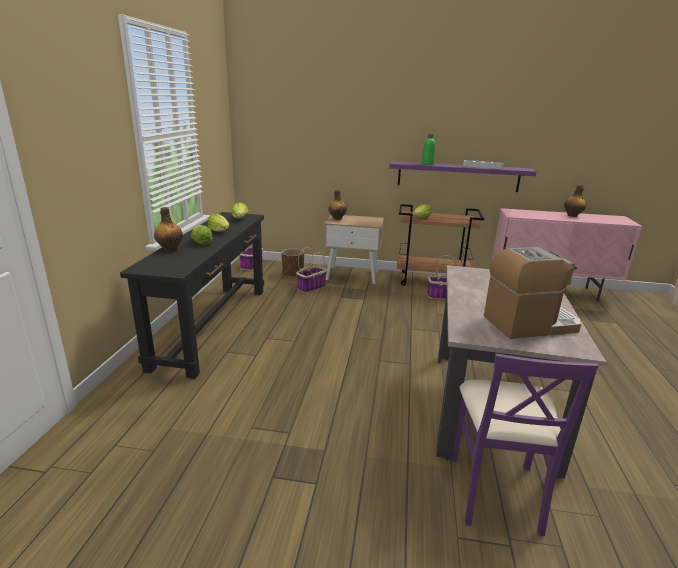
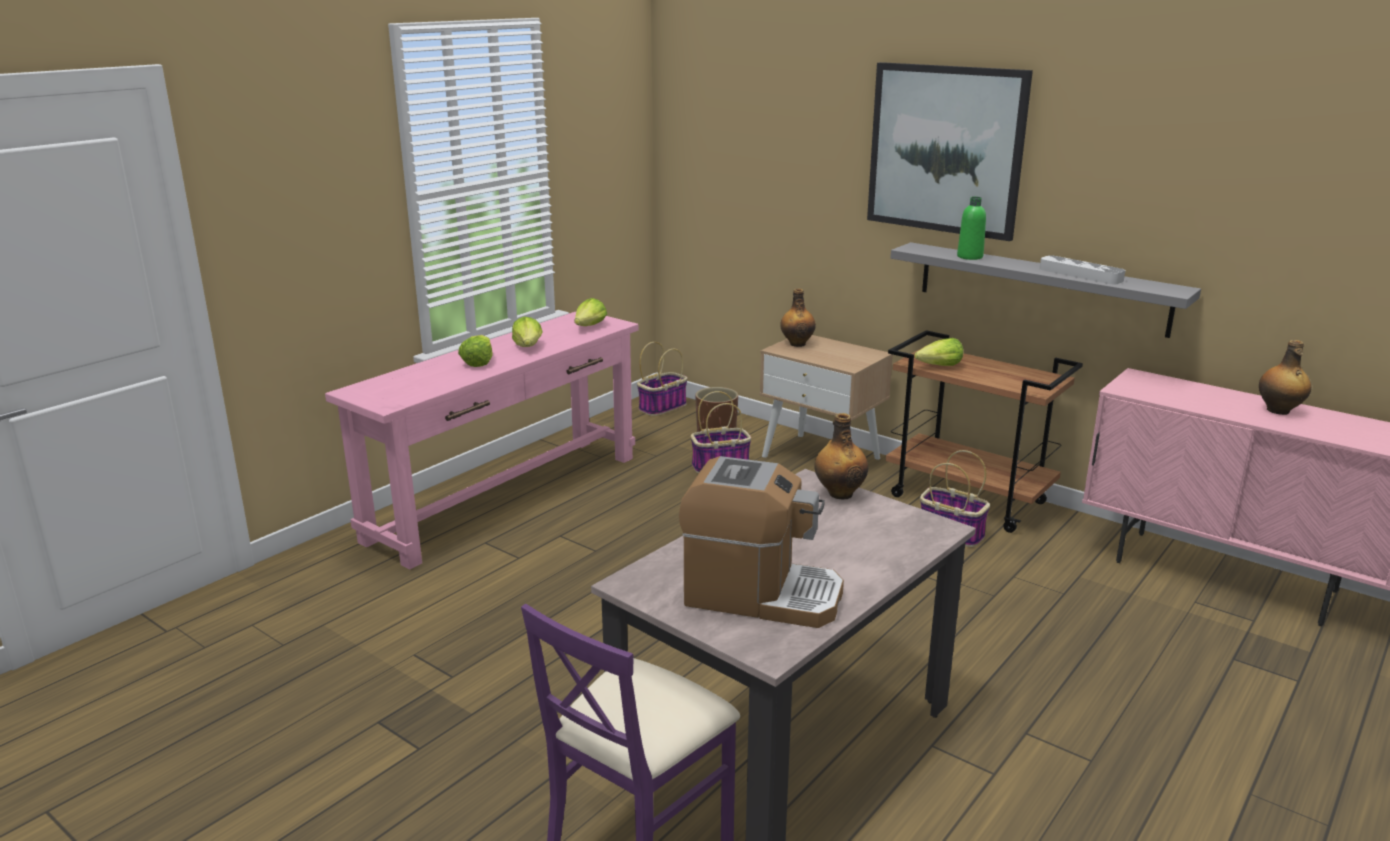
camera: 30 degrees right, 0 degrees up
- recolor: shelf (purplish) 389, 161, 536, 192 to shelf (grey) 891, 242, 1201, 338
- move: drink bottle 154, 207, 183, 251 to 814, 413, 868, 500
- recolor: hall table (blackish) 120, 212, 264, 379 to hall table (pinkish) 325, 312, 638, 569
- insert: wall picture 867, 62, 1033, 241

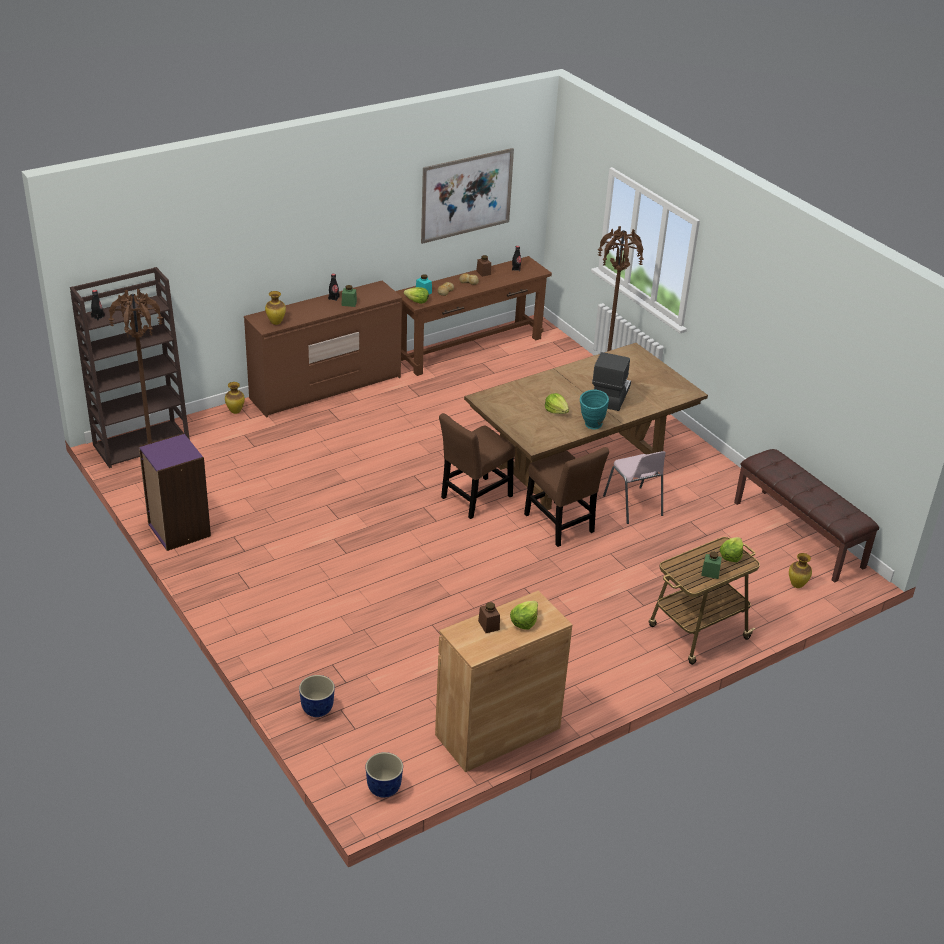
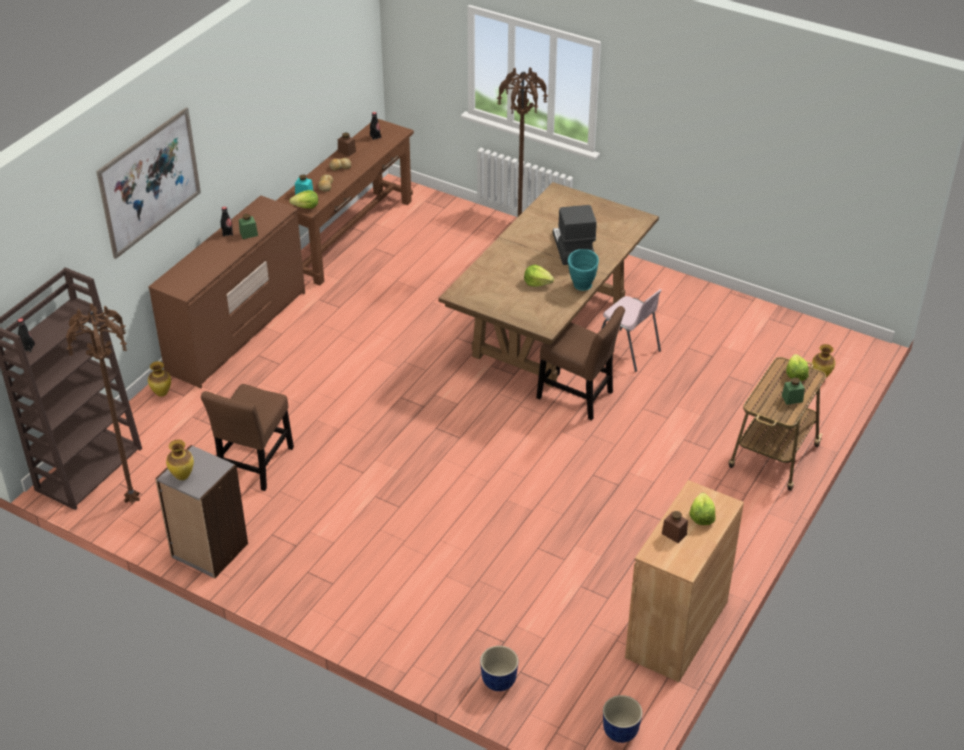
camera: 25 degrees left, 5 degrees up
- move: wall picture 421, 148, 514, 244 to 96, 107, 201, 259
- move: decorative vase 265, 291, 286, 325 to 166, 440, 194, 480
- move: chair (brownish) 439, 413, 515, 519 to 201, 384, 294, 491
- recolor: shelving unit (purplish) 139, 433, 211, 551 to shelving unit (grey) 155, 445, 248, 579
- delete: bench (brownish) 734, 449, 879, 583

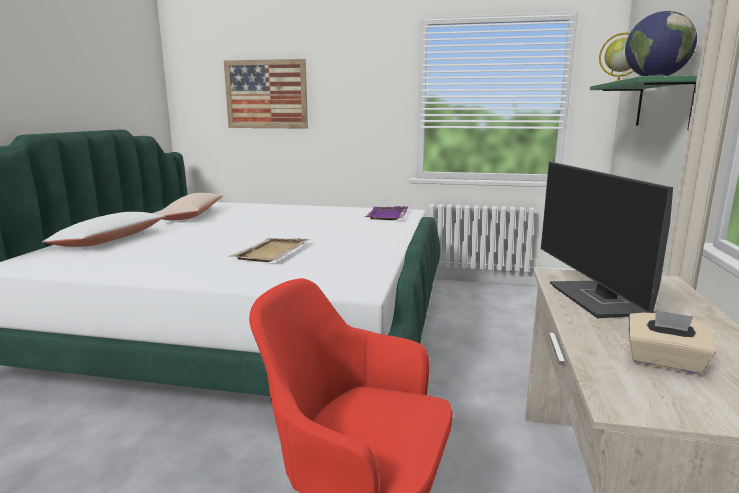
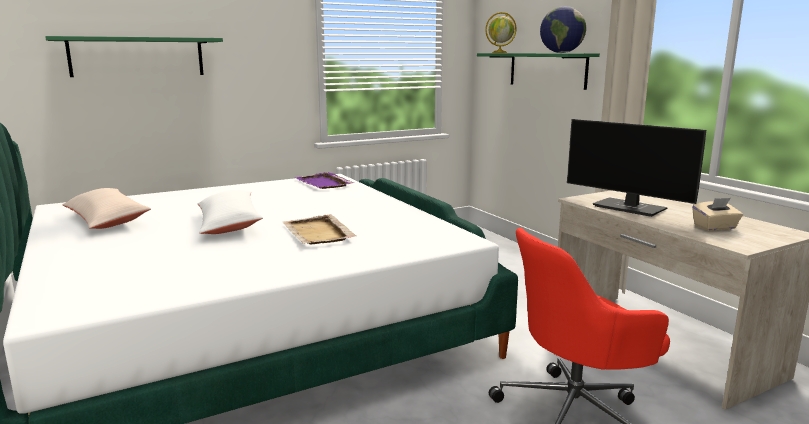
camera: 40 degrees left, 0 degrees up
- replace: wall picture 224, 59, 308, 129 to shelf (greenish) 45, 36, 223, 77
- move: throw pillow (white) 42, 212, 165, 247 to 198, 190, 263, 234

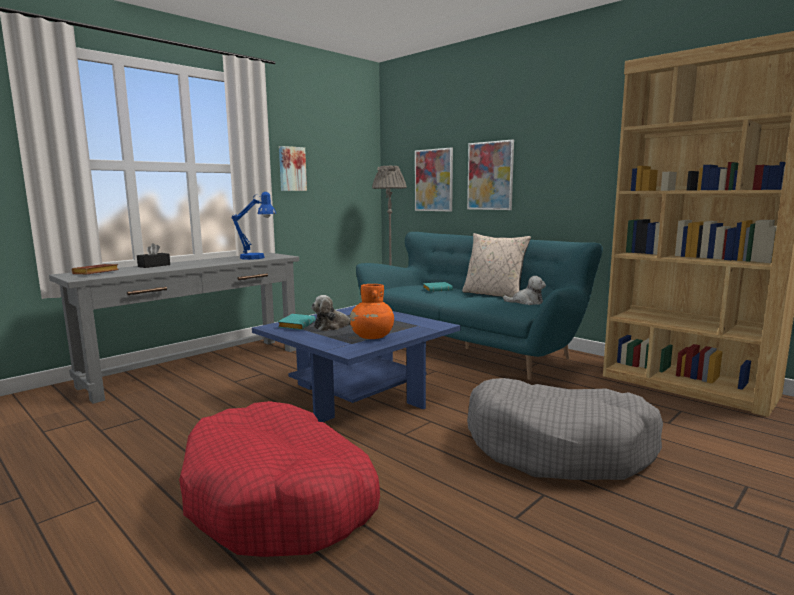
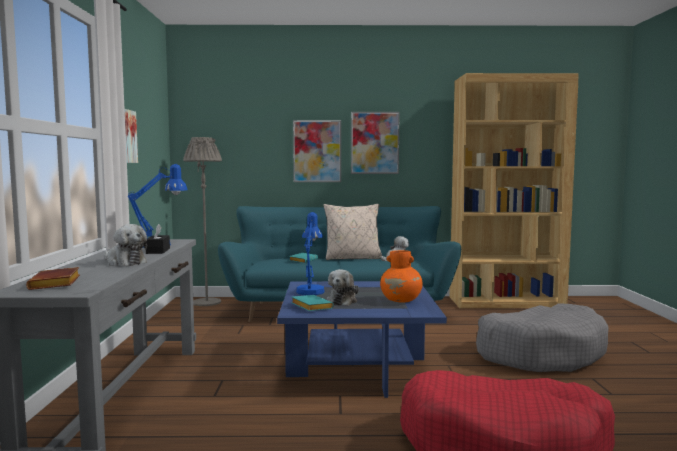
camera: 45 degrees left, 5 degrees down
- move: wall picture 415, 147, 453, 212 to 351, 112, 400, 174
- move: tissue box (blackish) 137, 243, 170, 268 to 146, 224, 170, 254
- insert: tabletop lamp (bluish) 296, 212, 325, 295
- insert: cuddly toy 104, 224, 147, 266

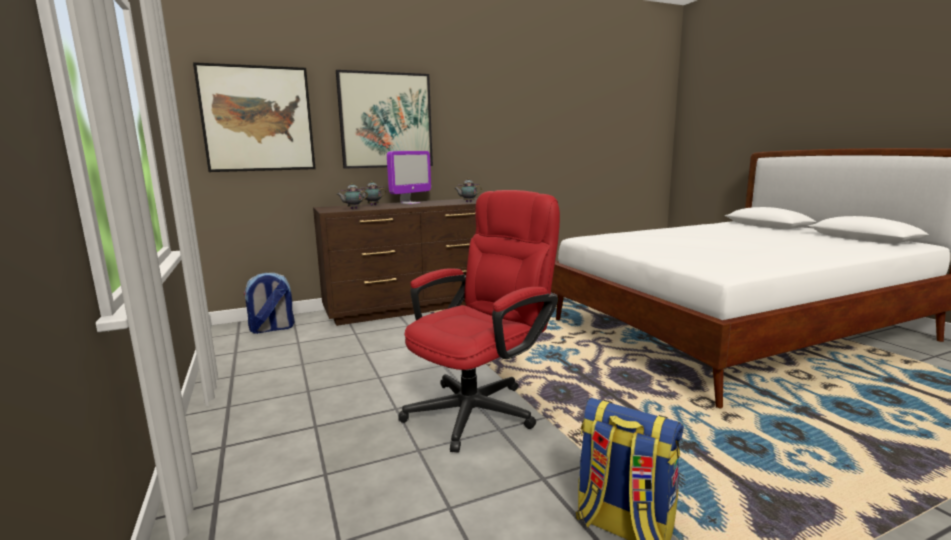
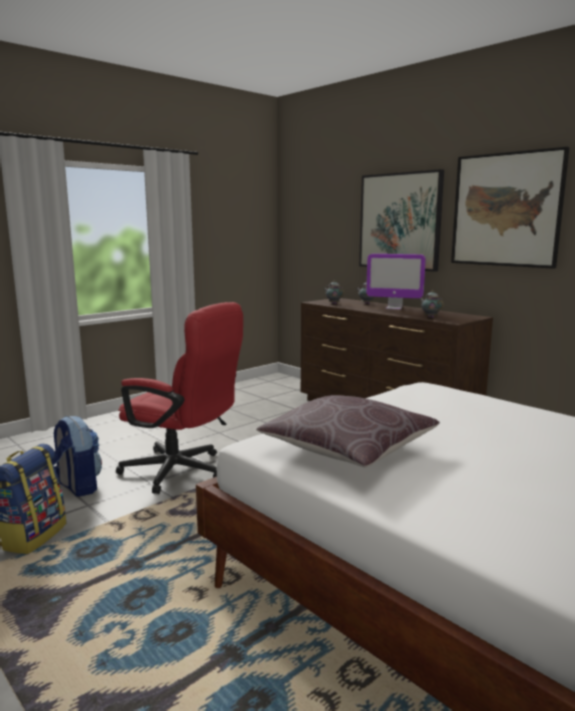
camera: 70 degrees right, 0 degrees up
- move: wall picture 193, 62, 316, 172 to 451, 147, 570, 269
- move: rucksack 243, 273, 295, 334 to 51, 416, 102, 497
- insert: throw pillow (brownish) 256, 395, 440, 467

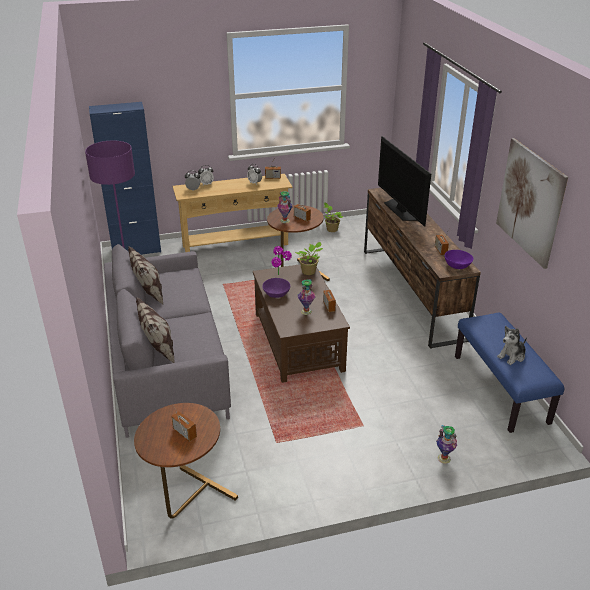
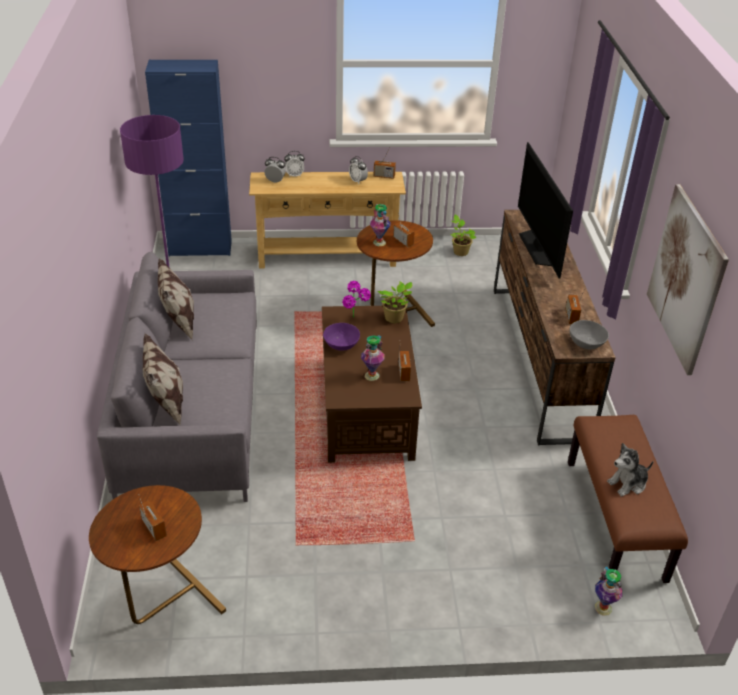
camera: 10 degrees right, 5 degrees up
- recolor: bowl (purplish) 445, 250, 473, 269 to bowl (grey) 569, 320, 609, 349
- recolor: bench (bluish) 455, 312, 564, 433 to bench (brownish) 568, 415, 688, 583
- move: decorative vase 436, 425, 457, 464 to 595, 567, 622, 616

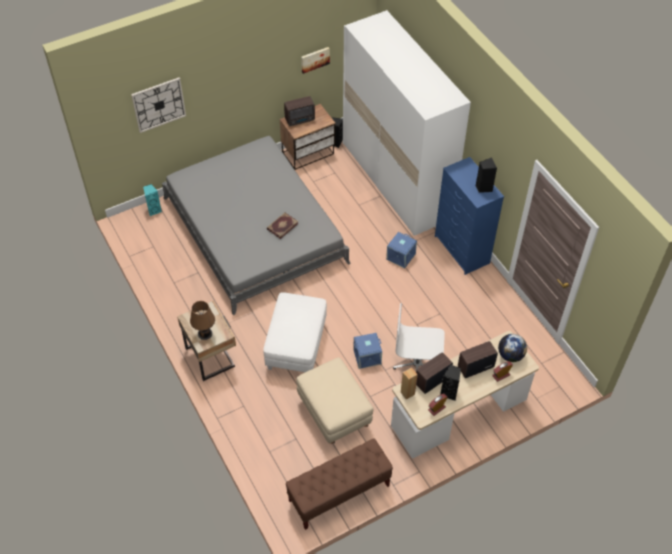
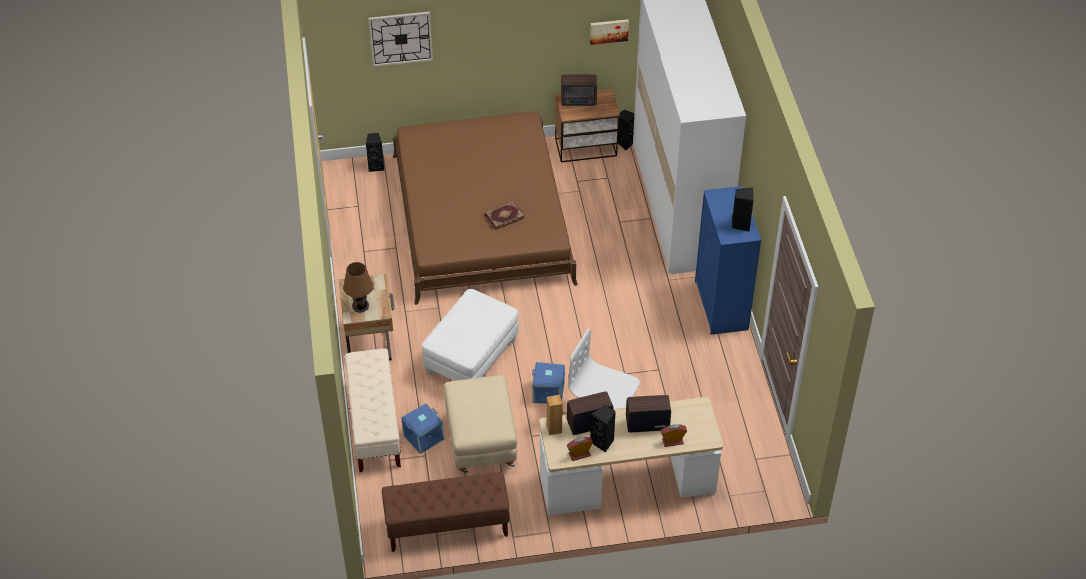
camera: 20 degrees right, 5 degrees down
- recolor: sleeping bed (grey) 162, 136, 351, 315 to sleeping bed (brownish) 393, 112, 578, 305
- recolor: speaker (turquoise-coloured) 143, 184, 162, 216 to speaker (blackish) 366, 133, 385, 172
- move: storage bin (bluish) 386, 232, 417, 269 to 401, 404, 444, 454
- delete: world globe 498, 334, 527, 362
- insert: bench (sand-coloured) 345, 348, 401, 472

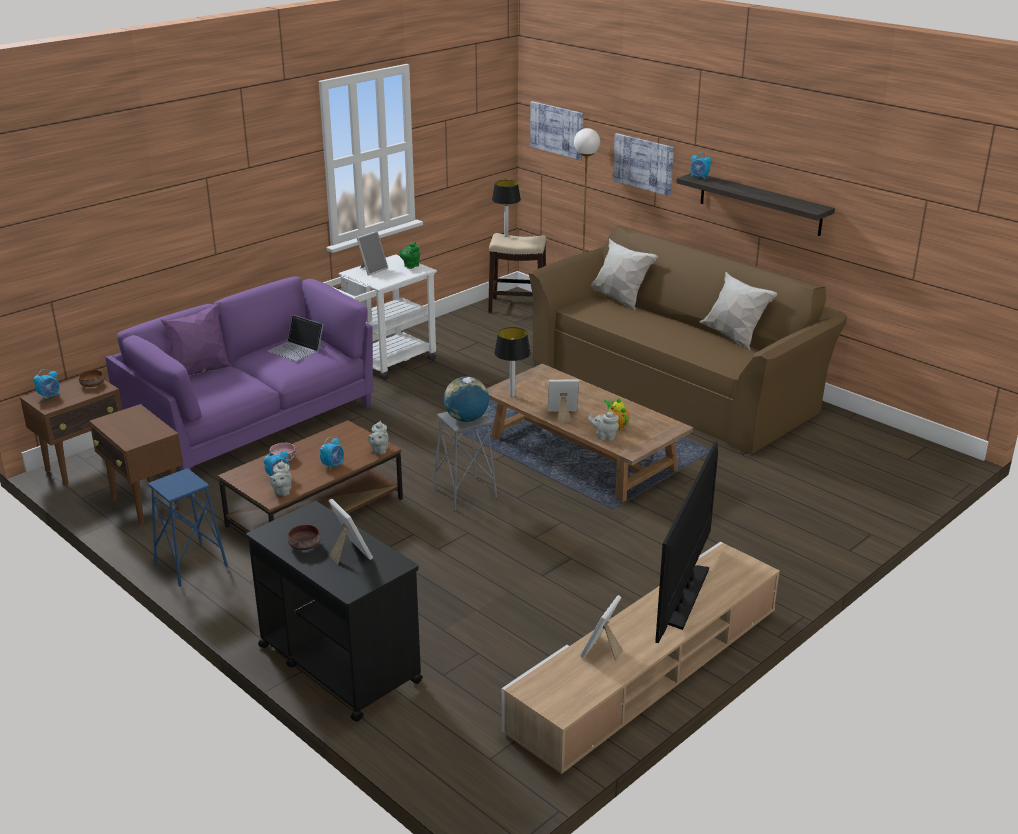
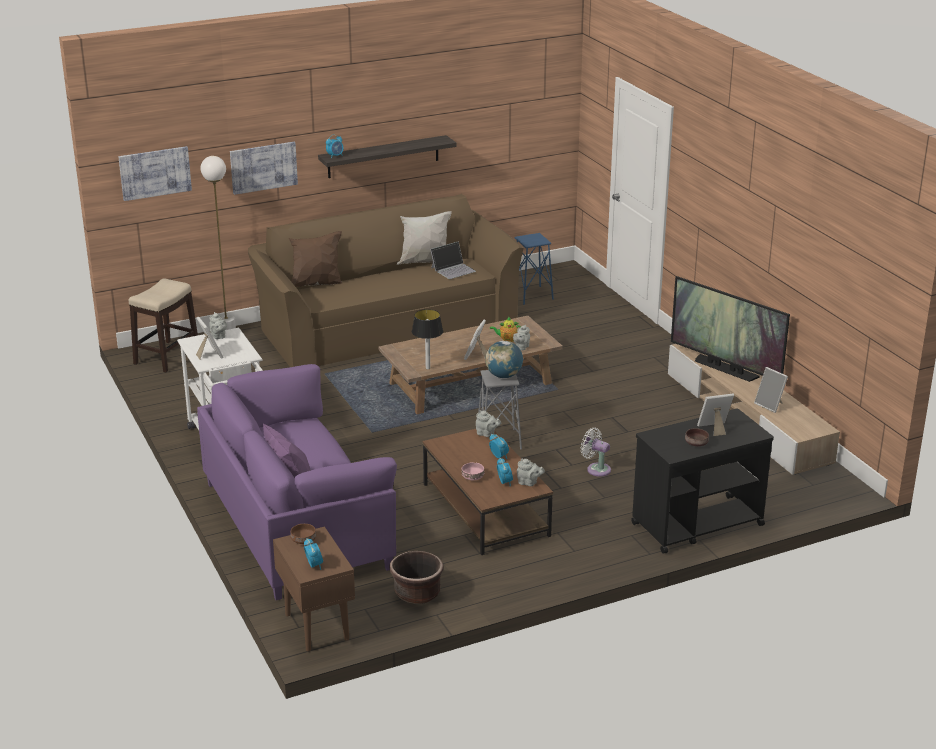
camera: 70 degrees left, 0 degrees up
- delete: tabletop lamp 492, 180, 521, 237
- recolor: throw pillow (white) 591, 238, 658, 310 to throw pillow (brownish) 289, 231, 342, 287
- recolor: teapot (greenish) 399, 242, 420, 269 to teapot (grey) 209, 312, 227, 339
- move: laptop 268, 315, 324, 361 to 430, 241, 476, 279
- replace: accent table (brownish) 89, 404, 183, 525 to planter (brownish) 389, 551, 444, 604
- move: stool seat (bluish) 148, 468, 228, 587 to 515, 233, 554, 305
- insert: fan (white) 581, 428, 611, 477

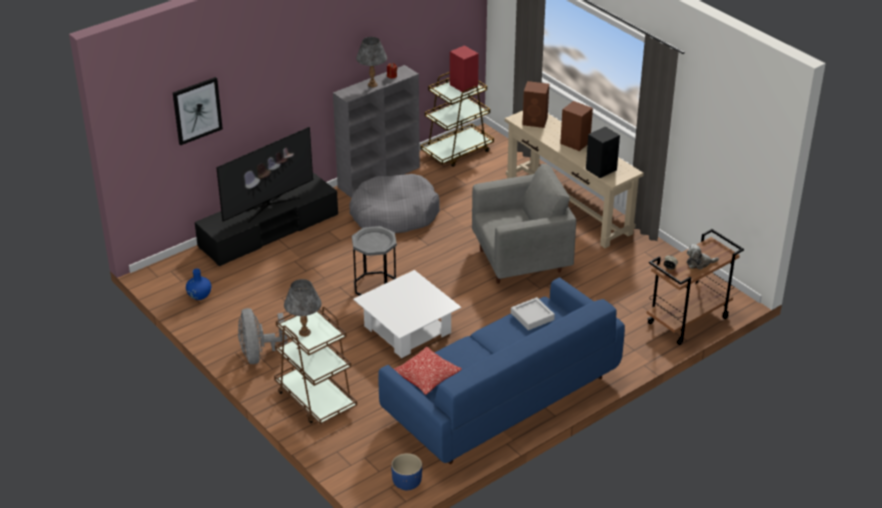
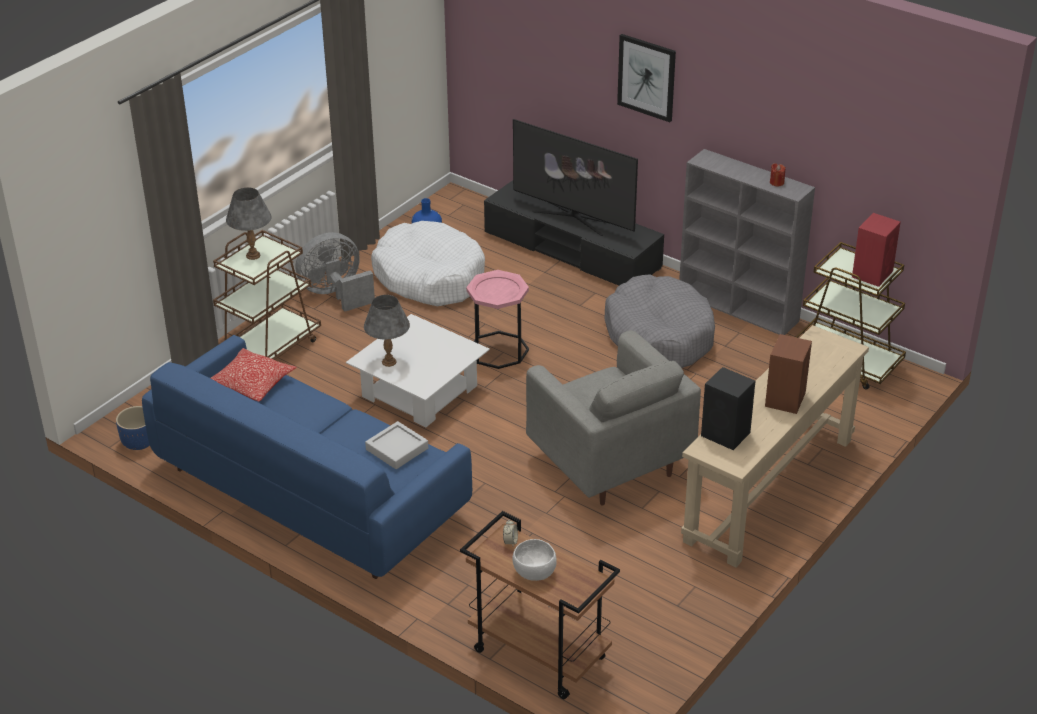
camera: 75 degrees right, 0 degrees up
- move: tabletop lamp (grey) 356, 37, 387, 88 to 364, 295, 410, 367
- move: wall picture 173, 77, 223, 145 to 617, 34, 676, 122
- delete: speaker (brownish) 522, 81, 549, 128
- recolor: accent table (grey) 352, 226, 397, 295 to accent table (pinkish) 466, 270, 529, 369
- replace: cuddly toy 687, 244, 719, 270 to bowl (white) 513, 539, 557, 581
- insert: pet bed (white) 371, 221, 485, 306

